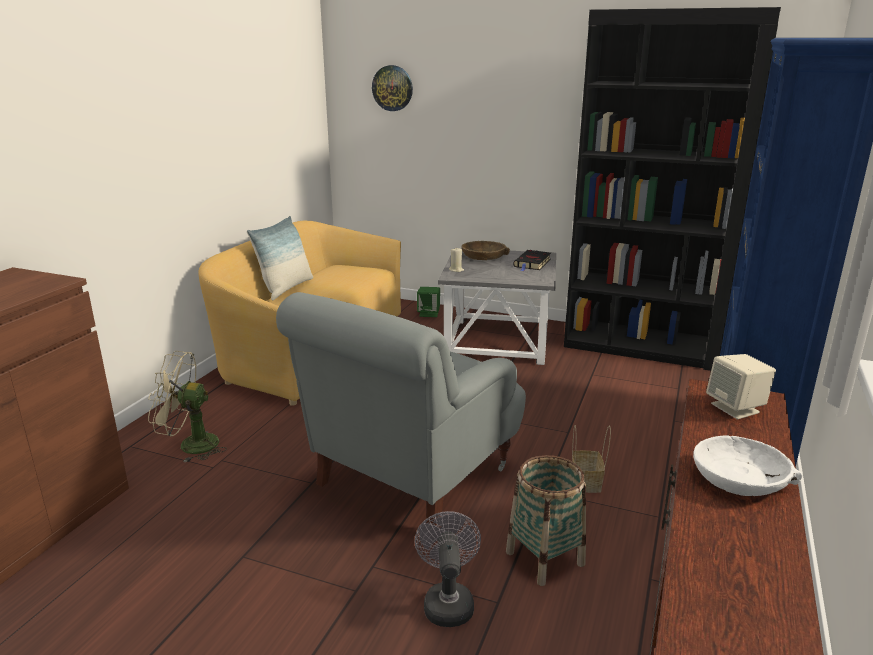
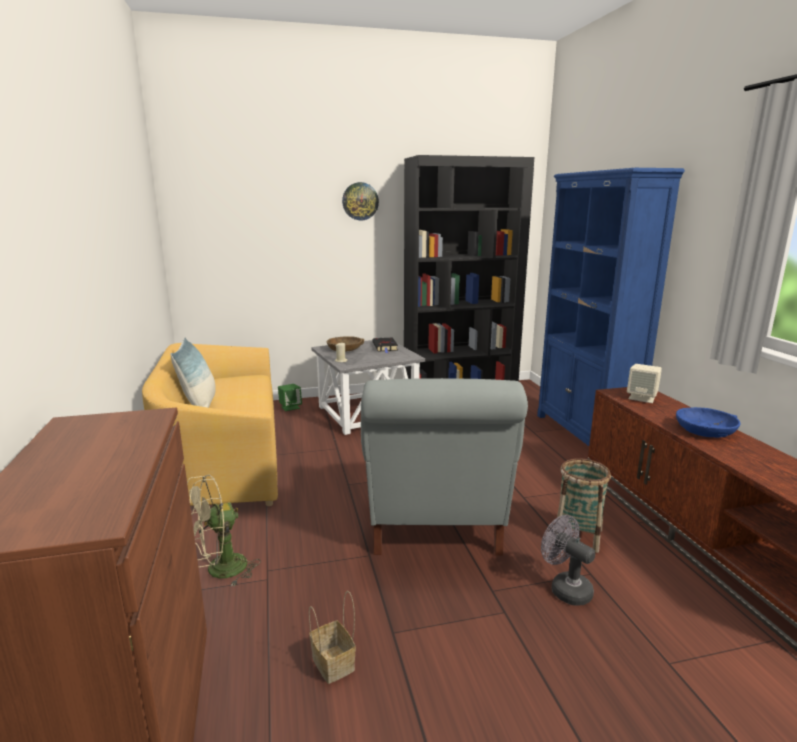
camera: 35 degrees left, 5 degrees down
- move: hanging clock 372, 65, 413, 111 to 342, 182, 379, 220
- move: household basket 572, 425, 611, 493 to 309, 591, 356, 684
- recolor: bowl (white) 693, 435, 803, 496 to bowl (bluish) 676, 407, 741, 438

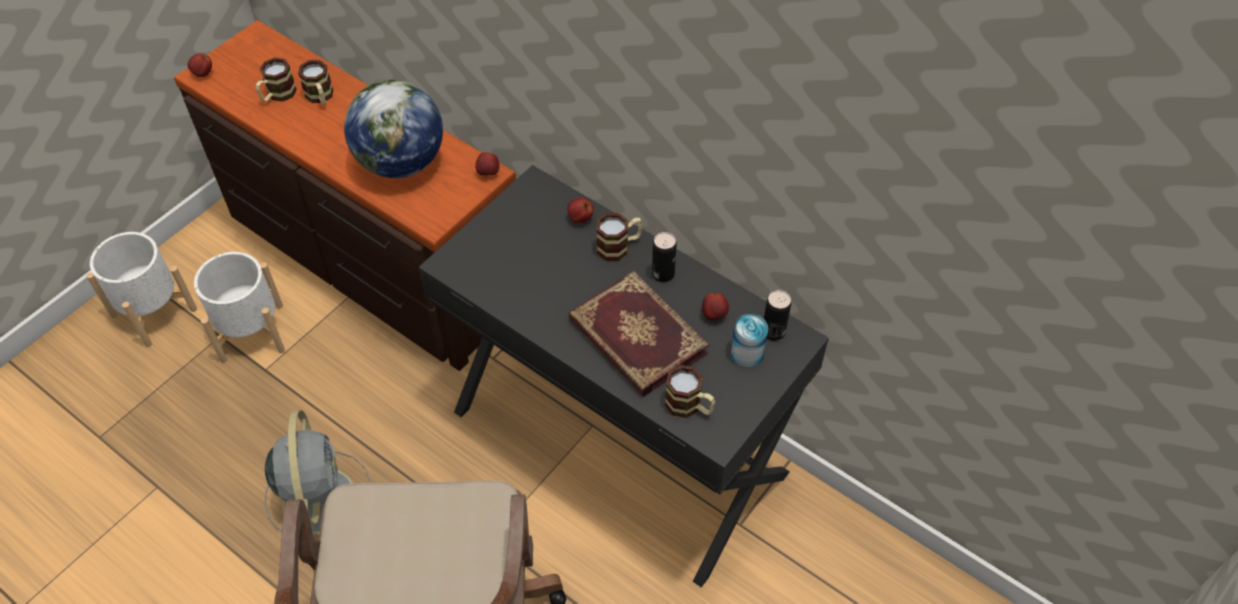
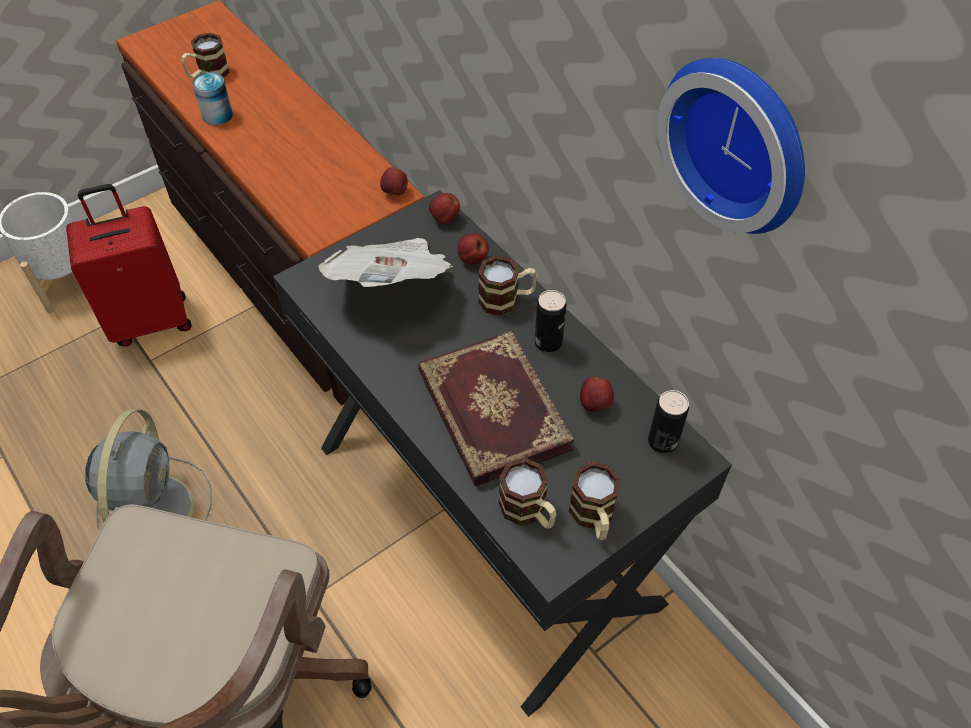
camera: 15 degrees right, 0 degrees up
- move: apple fruit 188, 53, 212, 77 to 429, 193, 460, 224
- move: tea mug 298, 60, 333, 105 to 569, 461, 621, 540
- delete: world globe 344, 79, 443, 178
- replace: planter (white) 194, 252, 285, 363 to piece of luggage (red-coloured) 66, 184, 192, 346
- move: can 730, 314, 768, 368 to 192, 72, 233, 126
- insert: hanging clock 657, 58, 805, 234
- insert: printed paper 318, 238, 453, 287

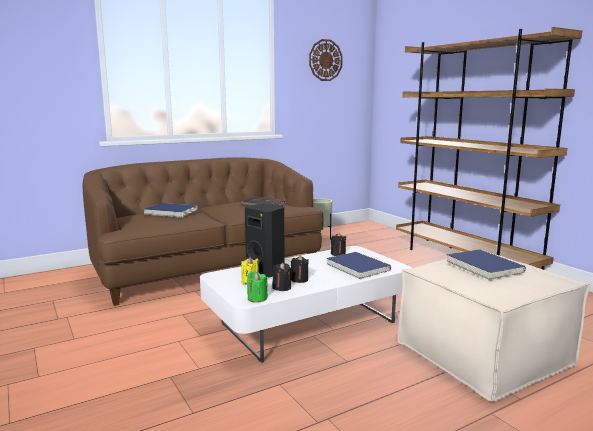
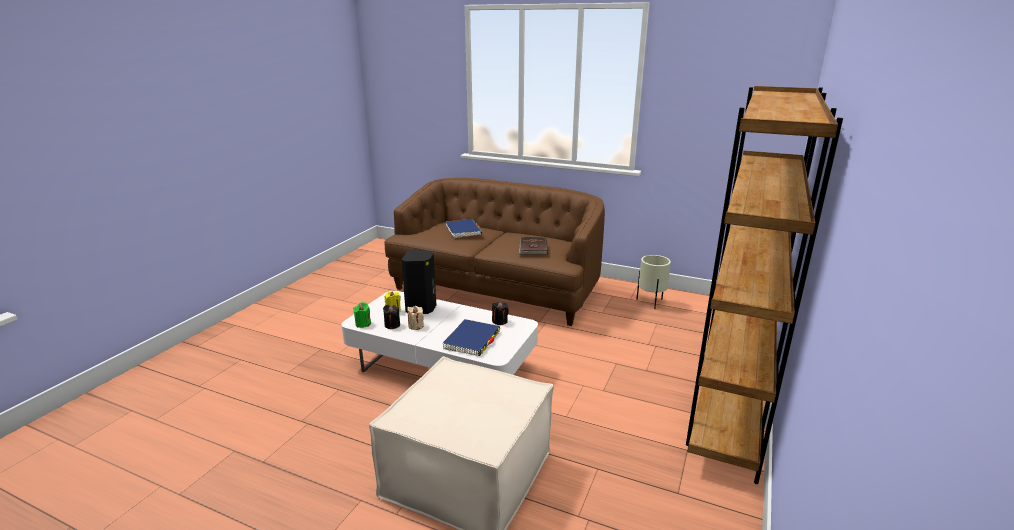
camera: 55 degrees right, 10 degrees up
- delete: hanging clock 309, 39, 343, 81
- delete: volume (bluish) 447, 249, 526, 280
- recolor: candle (blackish) 291, 256, 309, 283 to candle (sand-coloured) 408, 306, 424, 330

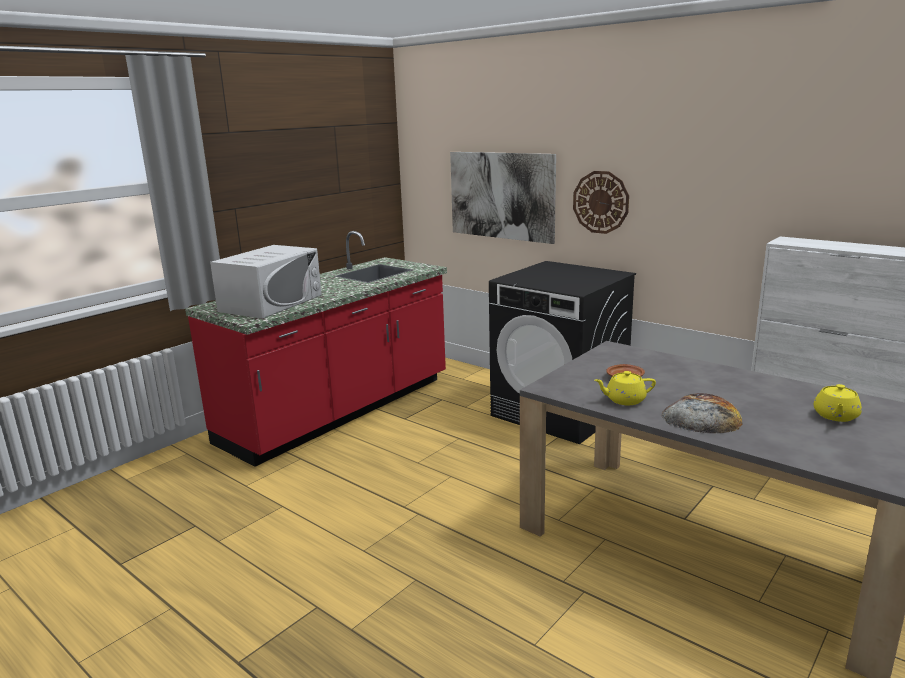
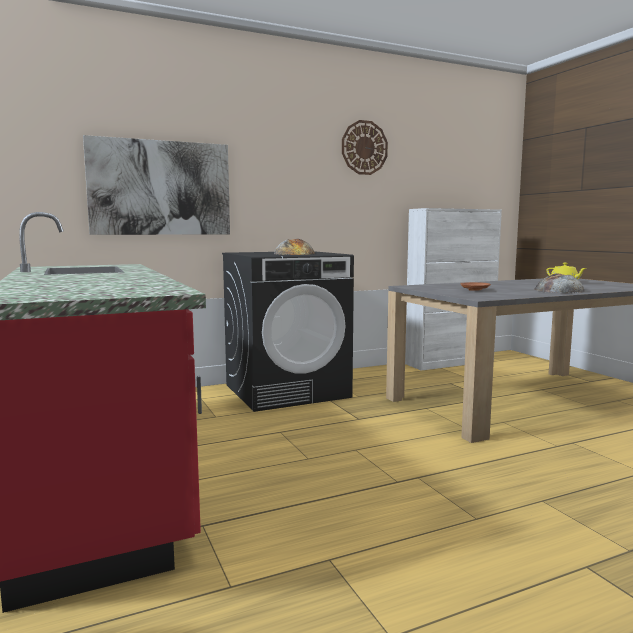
camera: 65 degrees left, 10 degrees down
- move: hanging clock 573, 171, 629, 234 to 342, 120, 388, 175
- delete: microwave oven (white) 210, 245, 322, 319
- delete: teapot (yellowish) 595, 371, 656, 405
- insert: bakery bread 274, 239, 315, 255

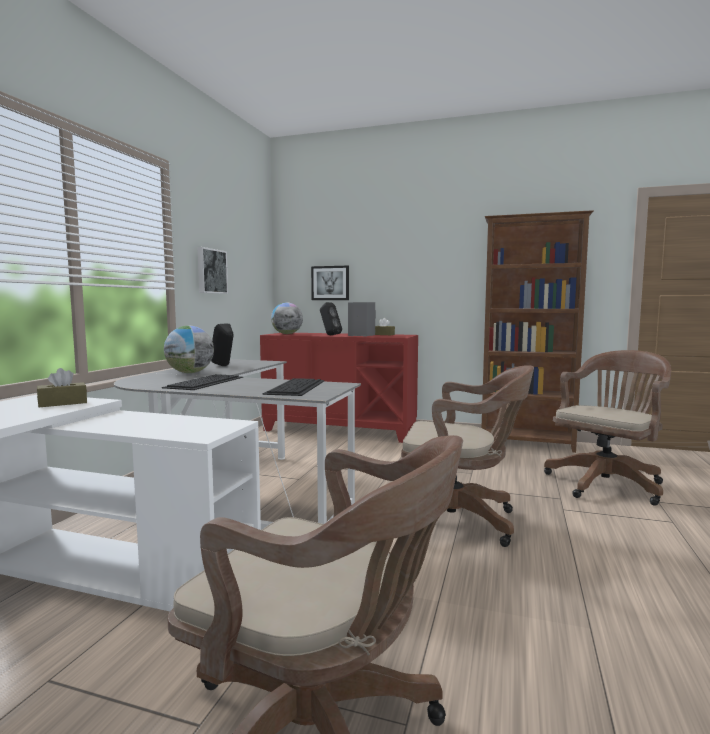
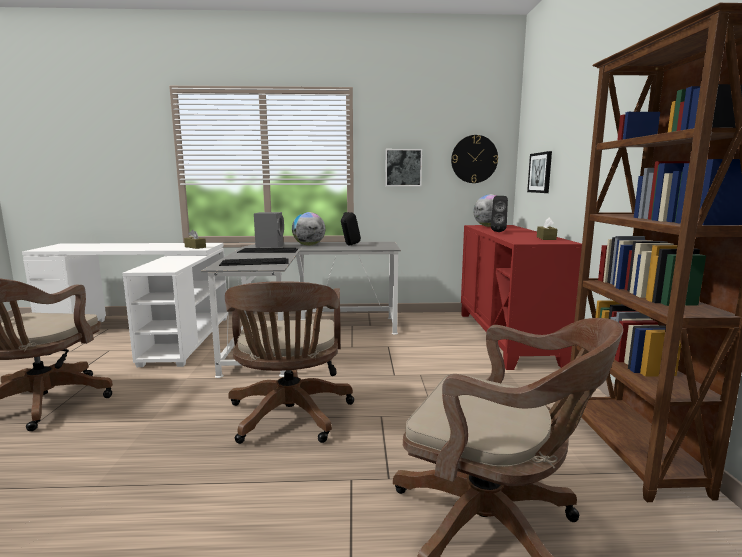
camera: 70 degrees right, 5 degrees up
- move: speaker (grey) 348, 302, 376, 337 to 254, 212, 284, 248
- insert: hanging clock 451, 135, 498, 183

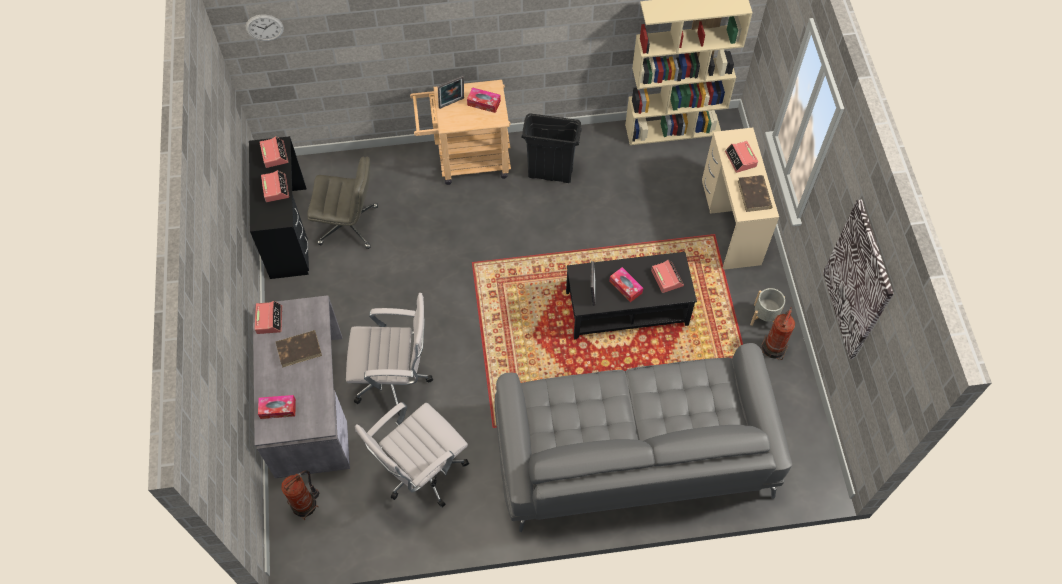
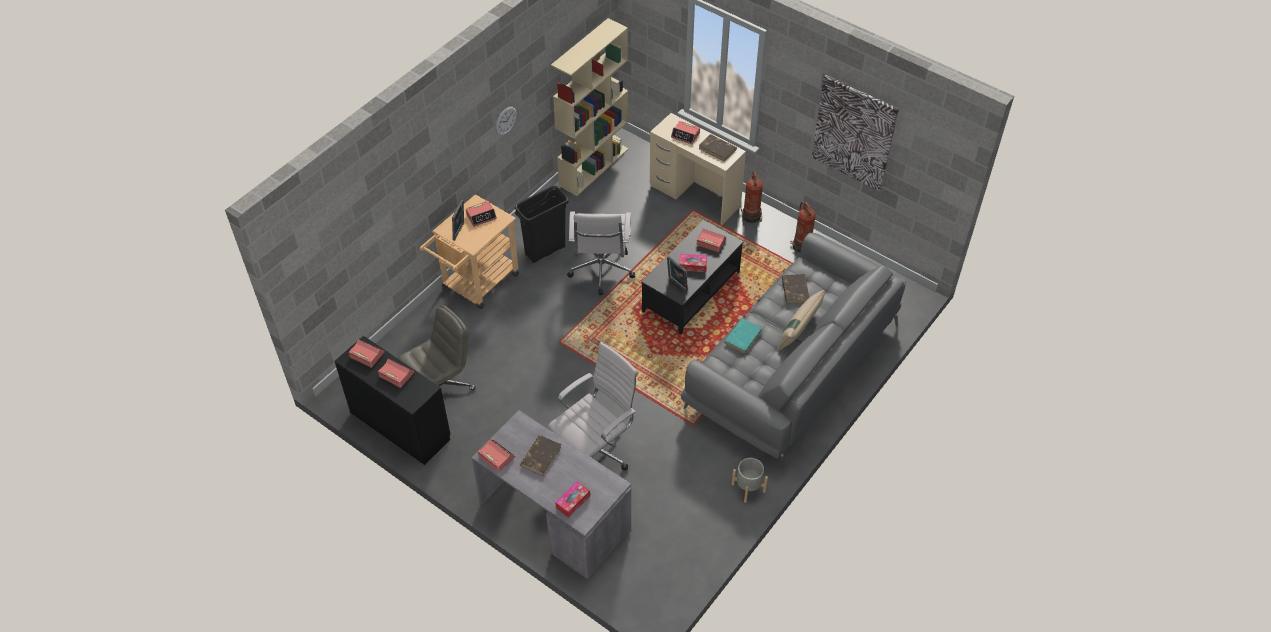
camera: 45 degrees left, 10 degrees down
- move: hanging clock 245, 15, 284, 41 to 496, 107, 517, 136
- replace: tissue box 467, 87, 501, 113 to bedside clock 466, 201, 497, 227
- move: planter (grey) 750, 288, 785, 326 to 731, 458, 768, 503
- move: computer chair (white) 355, 402, 469, 508 to 567, 212, 635, 295
- move: fire extinguisher 281, 470, 319, 520 to 741, 171, 763, 223
- insert: volume (brownish) 782, 274, 809, 304
- insert: throw pillow (sand-coloured) 776, 290, 825, 351
- insert: volume (turquoise-coloured) 724, 319, 762, 354

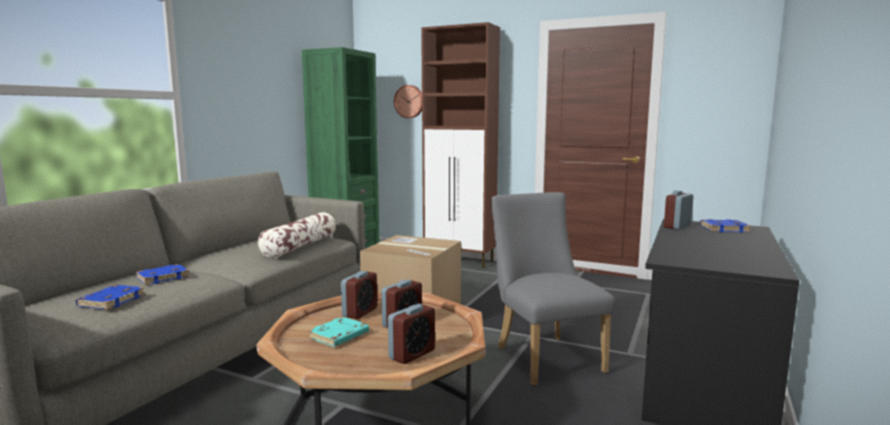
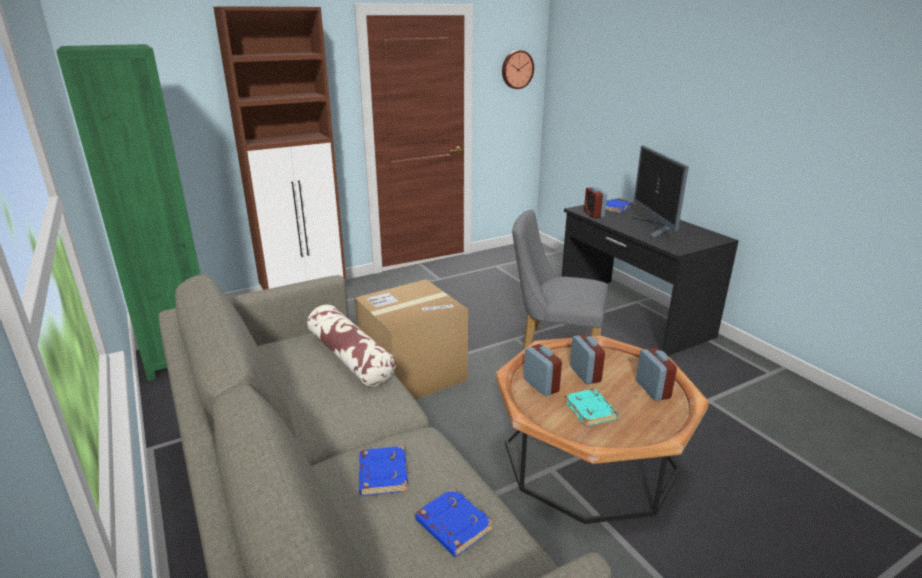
camera: 55 degrees left, 15 degrees up
- move: hanging clock 394, 85, 422, 118 to 502, 50, 534, 89
- insert: monitor 631, 145, 689, 239

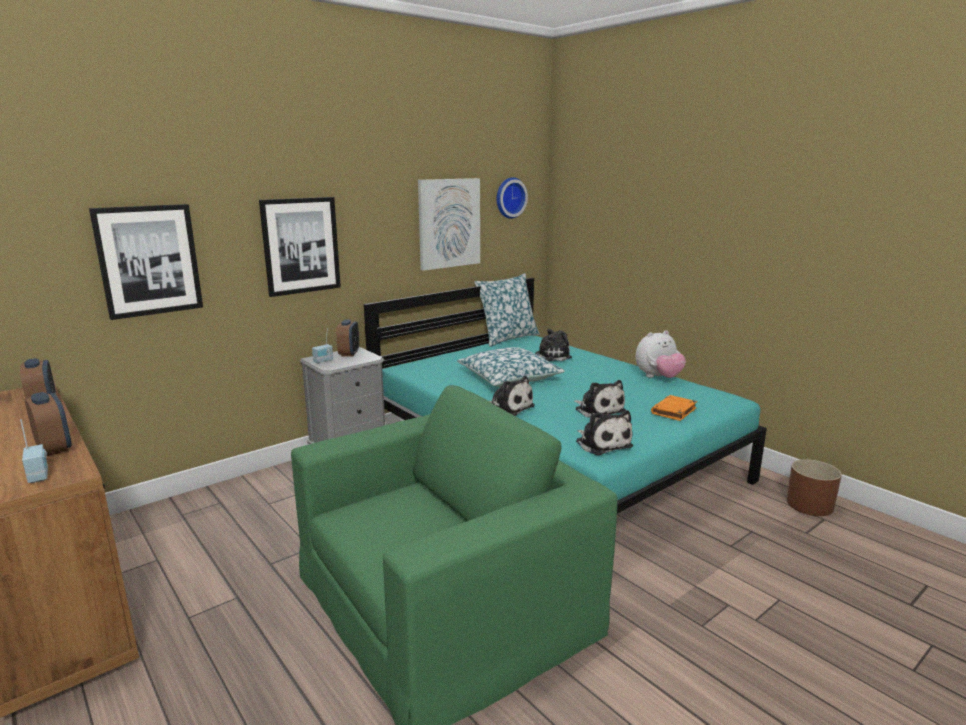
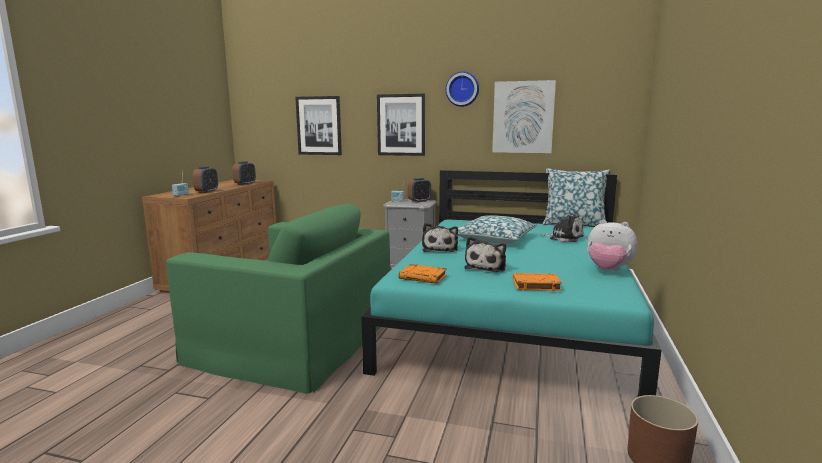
camera: 55 degrees right, 5 degrees down
- move: hanging clock 497, 177, 528, 219 to 445, 71, 479, 107
- replace: cuddly toy 576, 410, 633, 456 to volume (orange) 399, 264, 447, 284

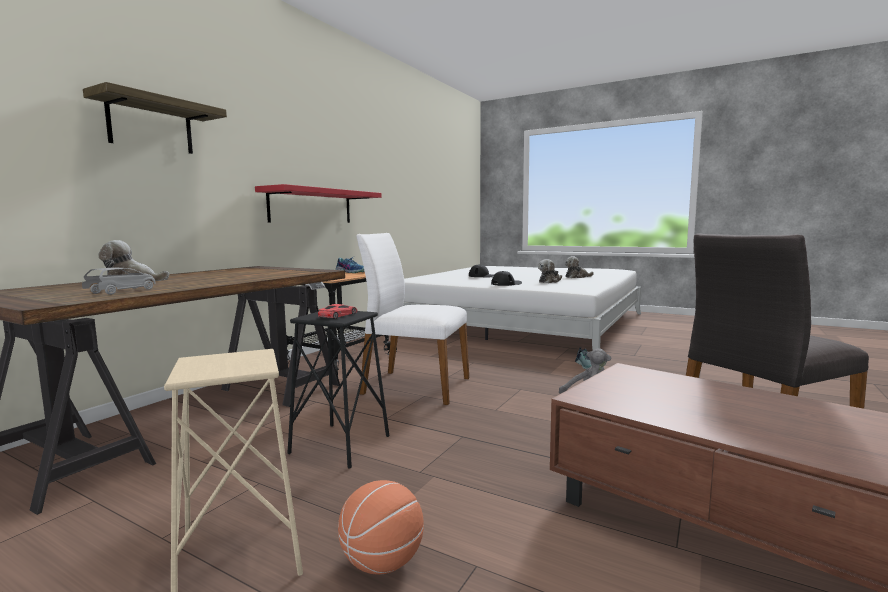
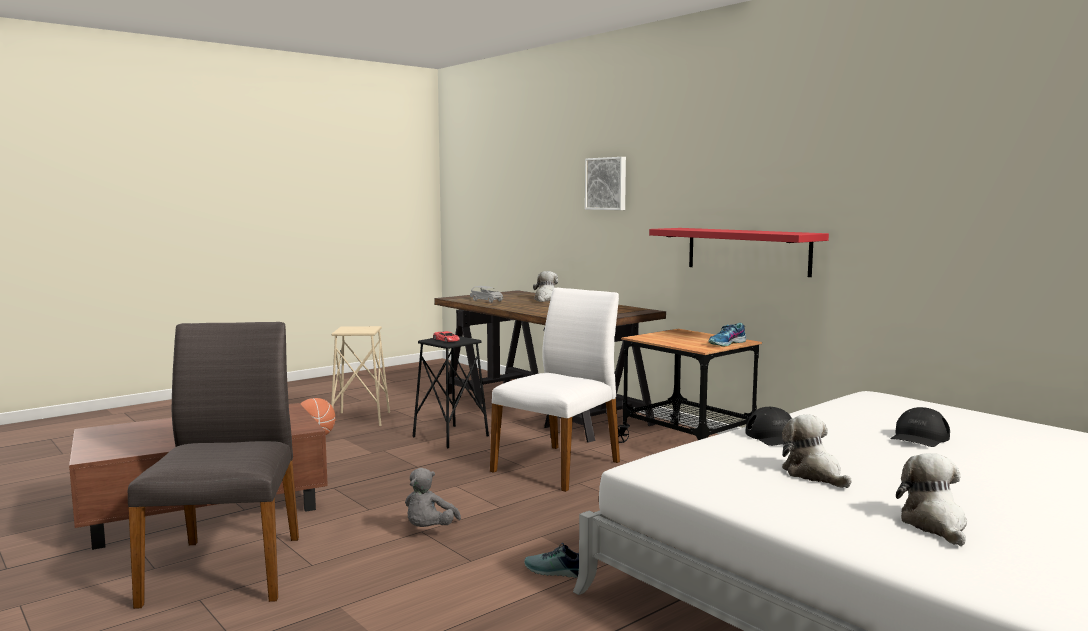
camera: 110 degrees right, 0 degrees up
- replace: shelf 83, 82, 227, 154 to wall picture 585, 157, 626, 210

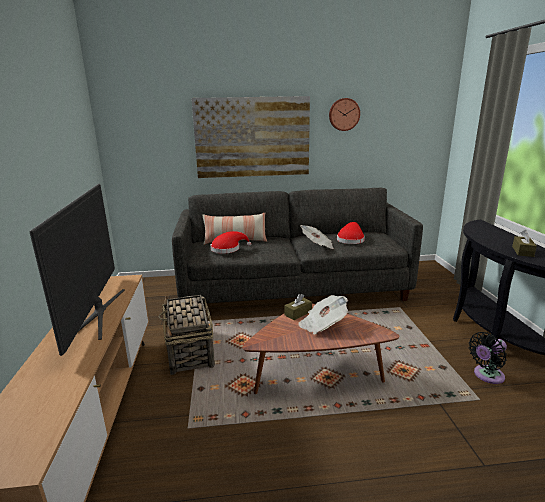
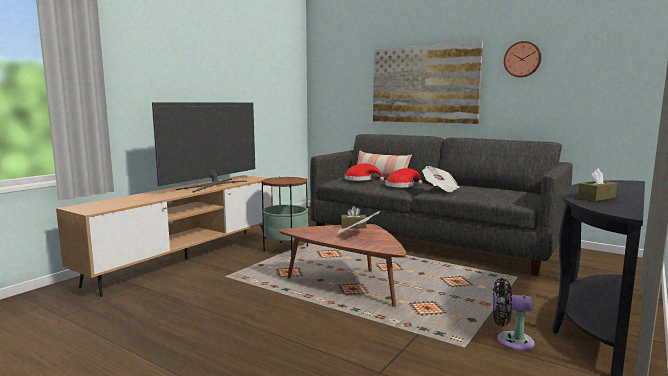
camera: 40 degrees right, 10 degrees down
- move: hat (red-coloured) 337, 222, 365, 244 to 385, 168, 422, 187
- replace: household basket 158, 295, 215, 375 to accent table 262, 176, 308, 254

